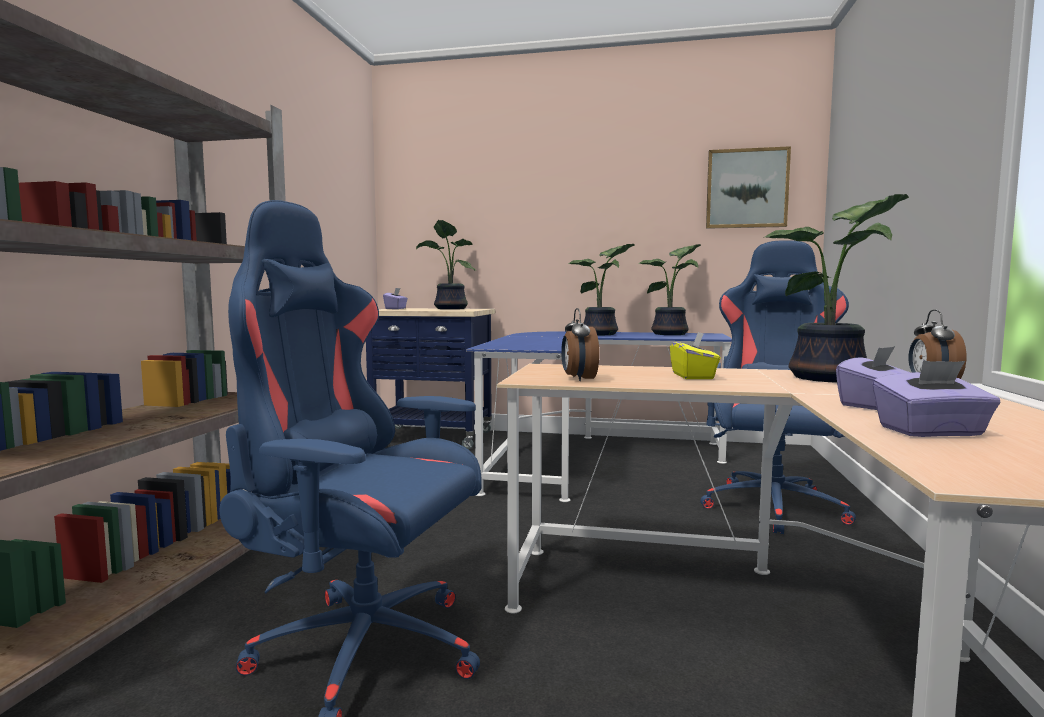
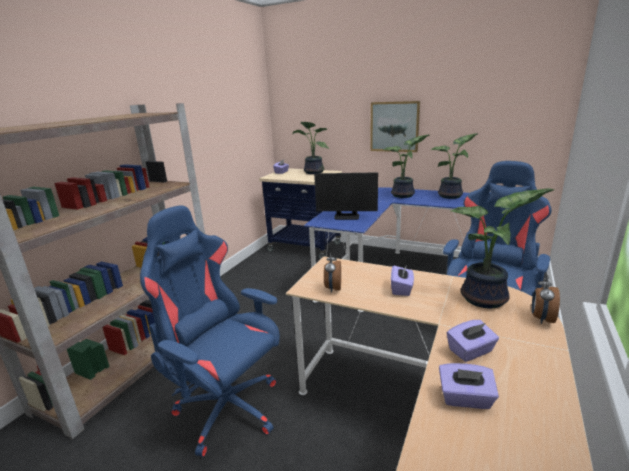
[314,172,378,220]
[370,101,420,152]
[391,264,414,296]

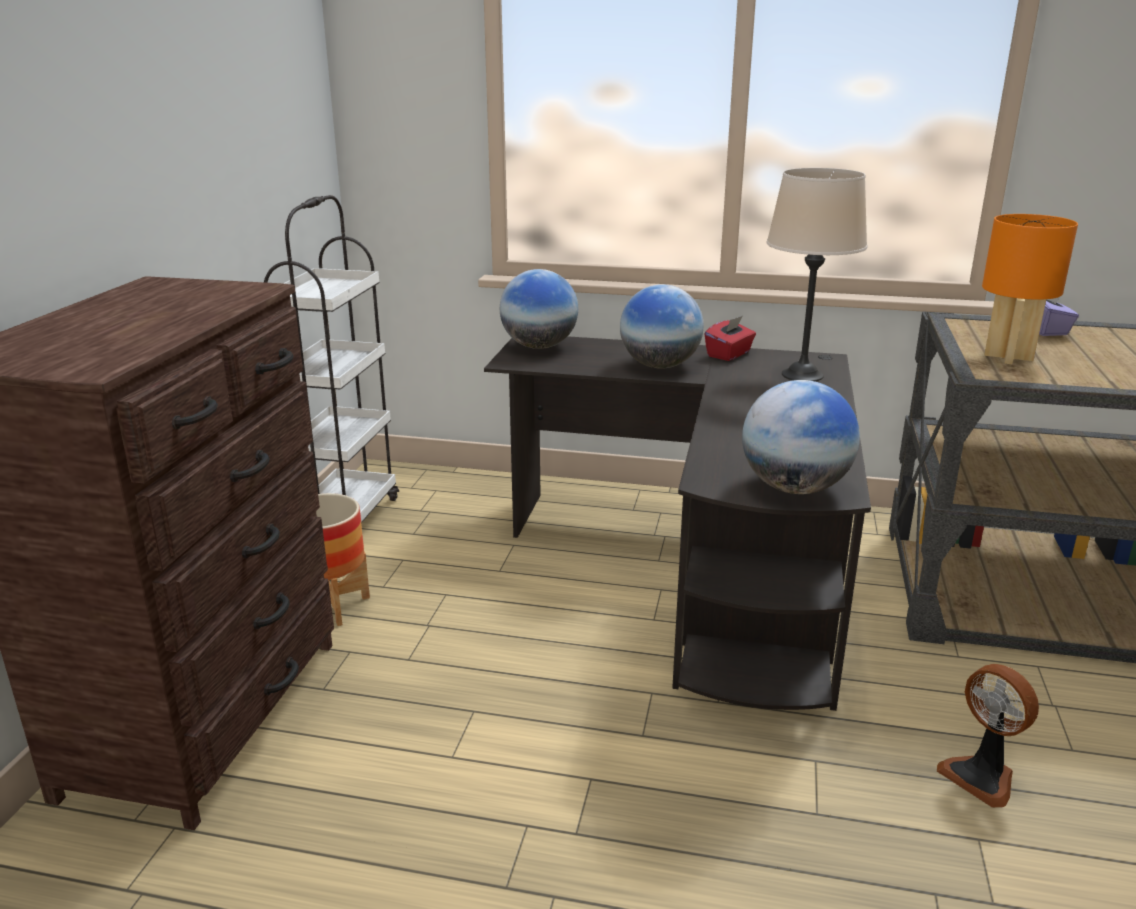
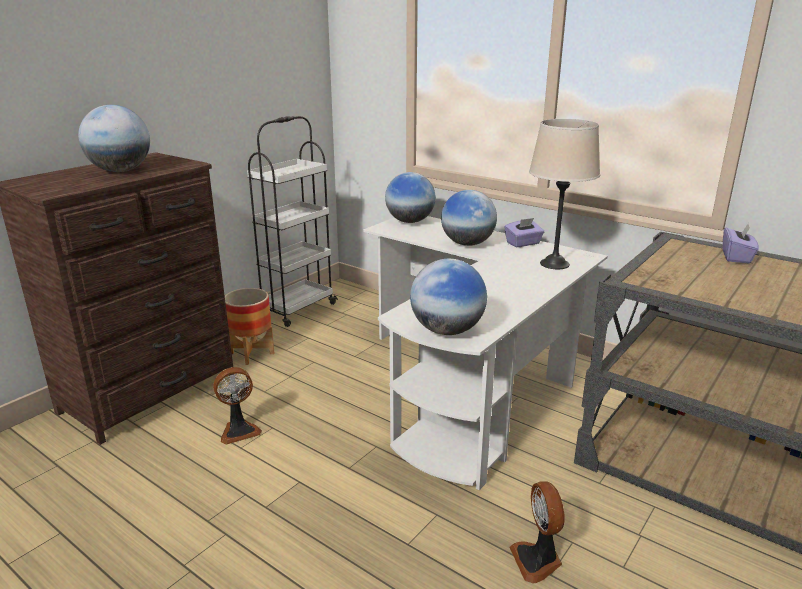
[78,105,150,172]
[213,367,262,445]
[363,216,608,490]
[504,218,544,247]
[982,214,1078,364] (first image)

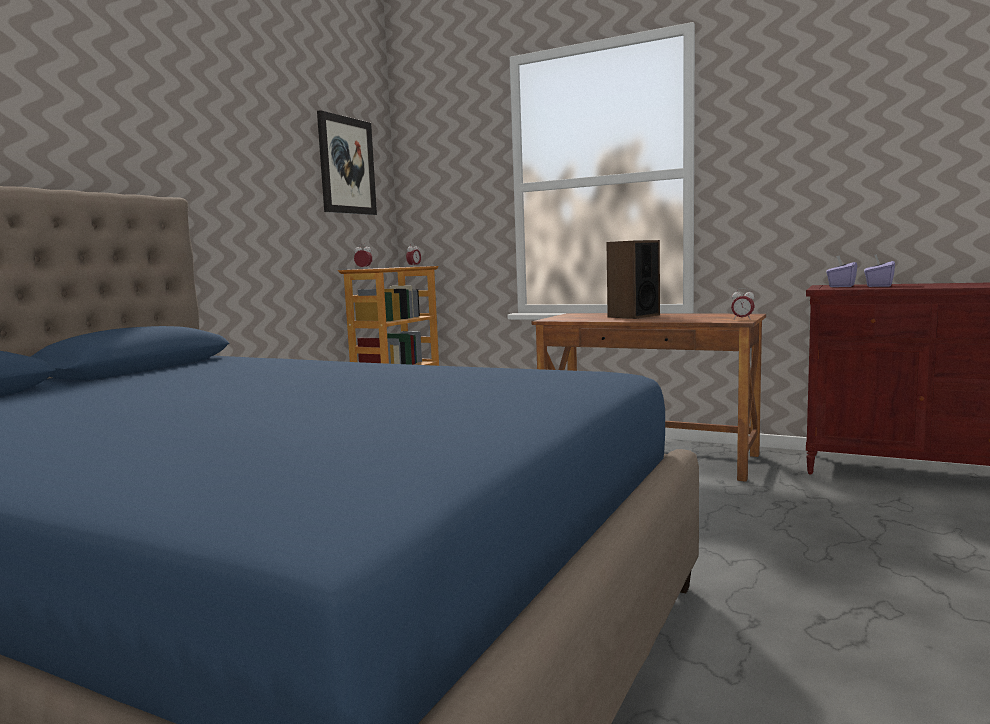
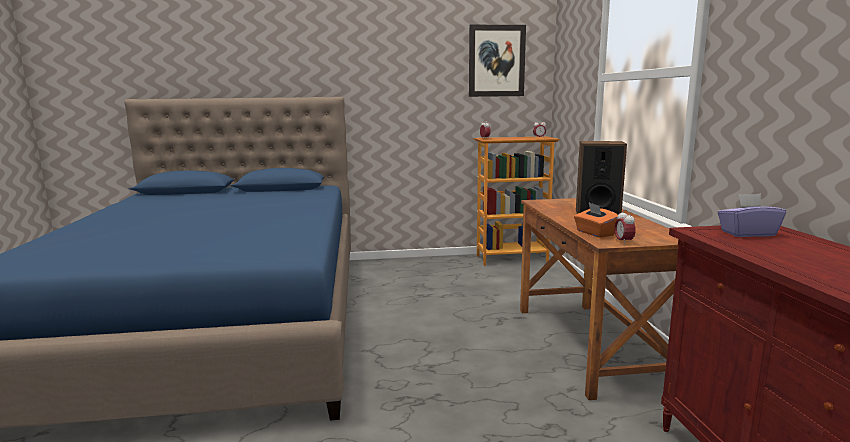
[574,202,618,238]
[864,254,895,287] (first image)

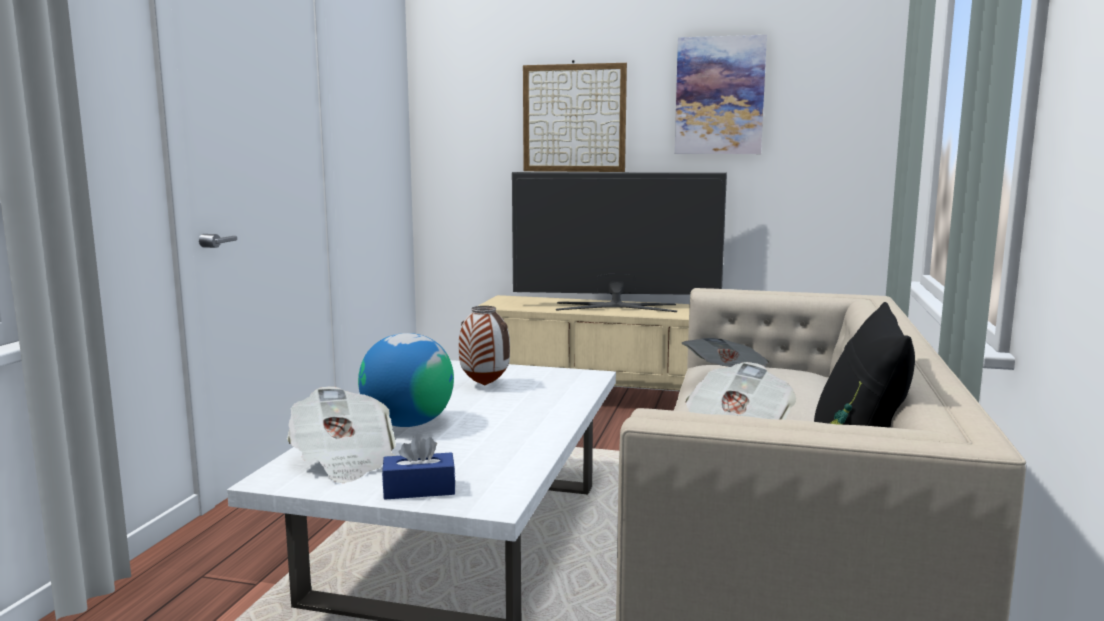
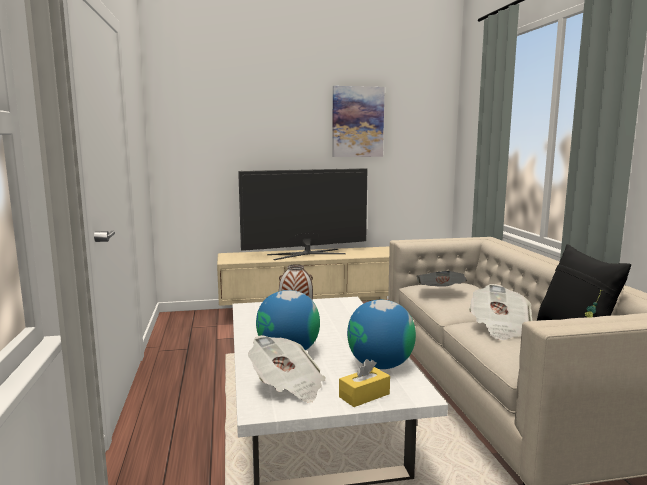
[339,359,390,407]
[347,300,416,369]
[523,60,627,172] (first image)

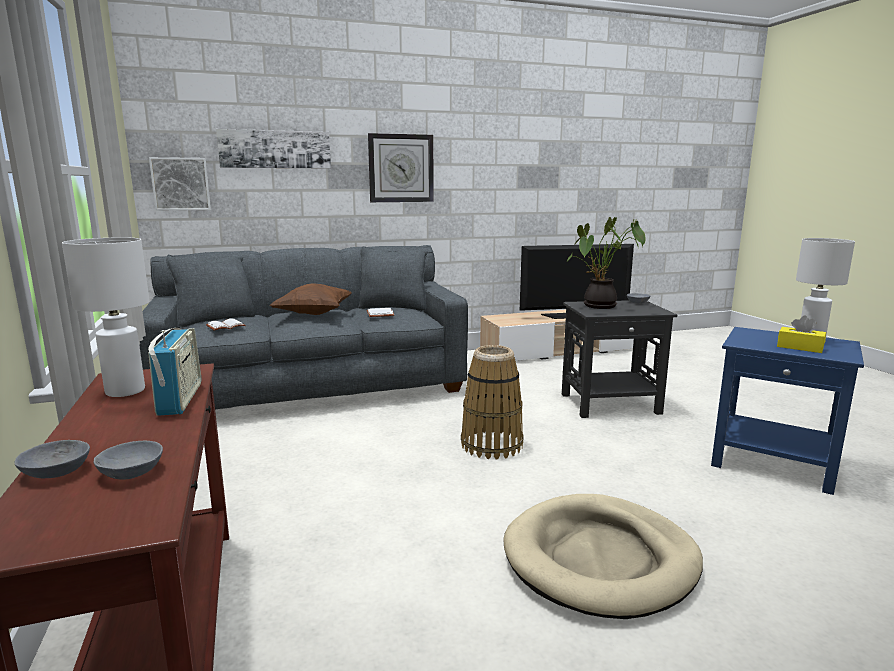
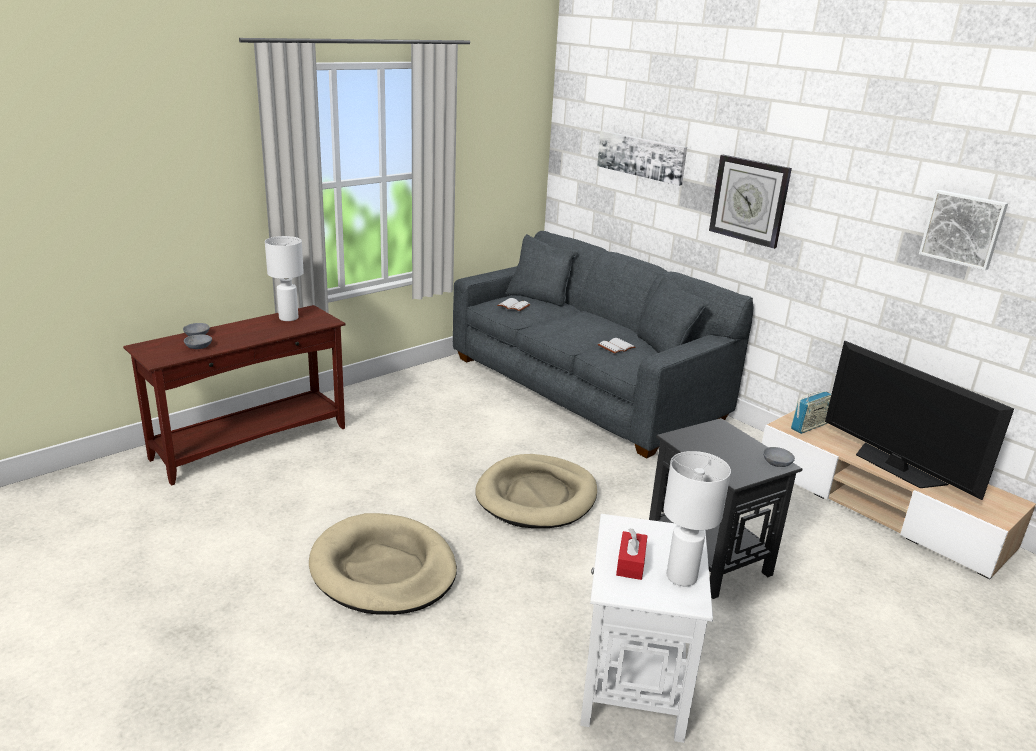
[475,454,597,528]
[580,514,713,743]
[616,528,647,580]
[791,391,831,434]
[919,190,1008,270]
[270,283,352,315] (first image)
[566,217,645,309] (first image)

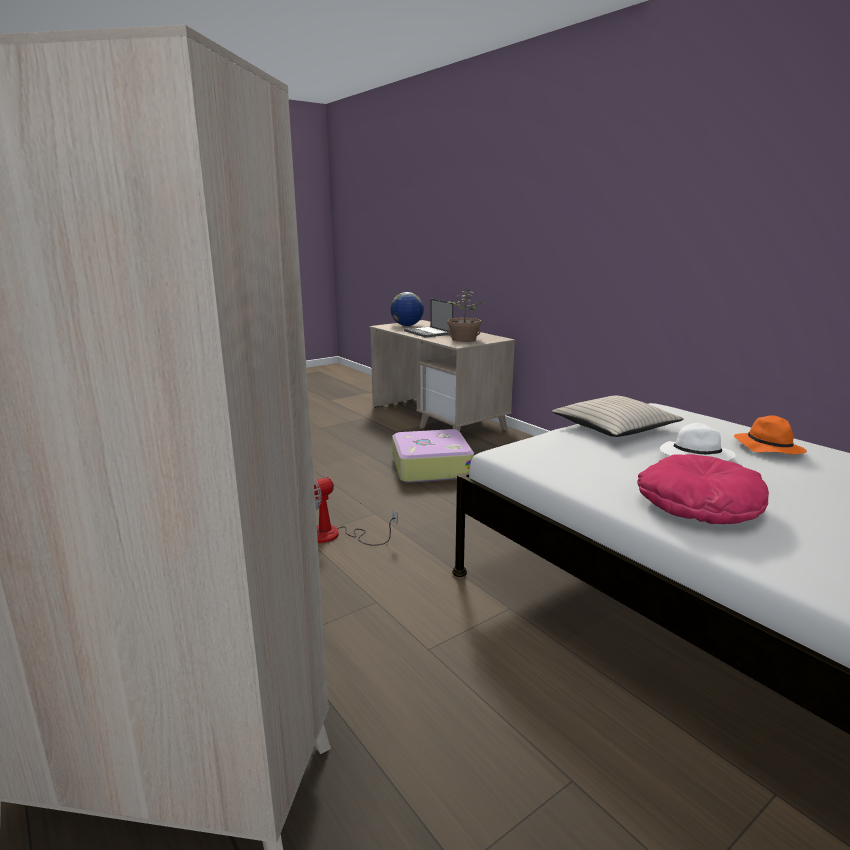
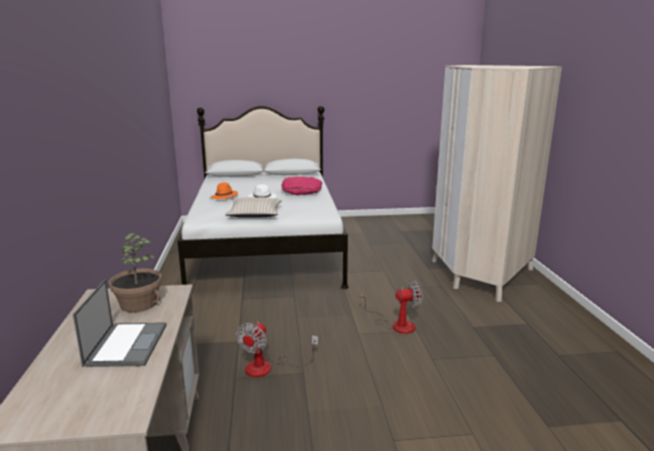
[236,322,318,377]
[391,292,424,326] (first image)

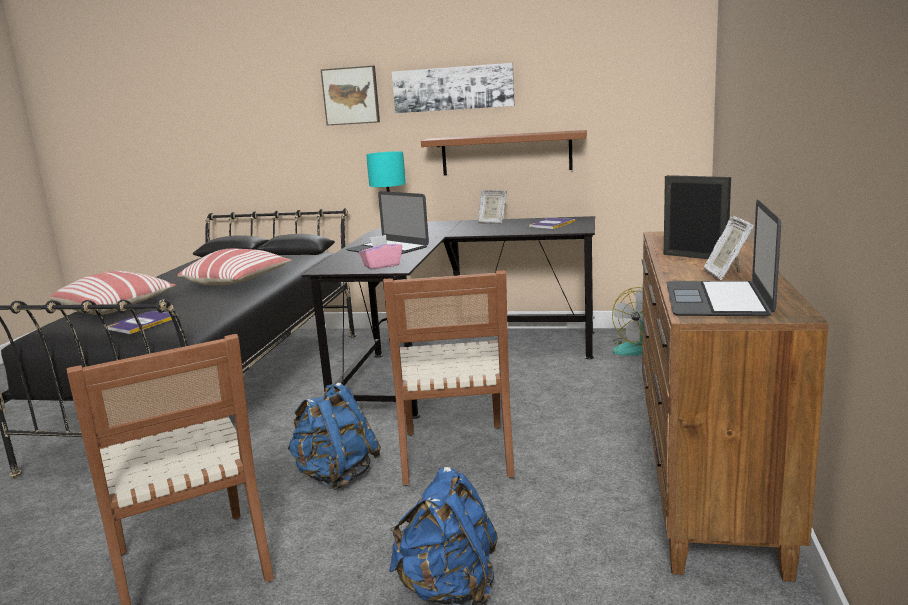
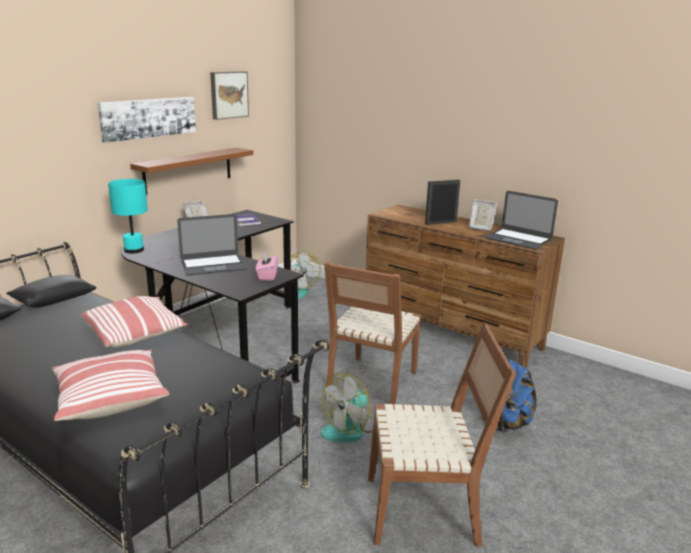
[210,71,249,120]
[320,373,374,442]
[324,262,421,405]
[107,311,178,334] (first image)

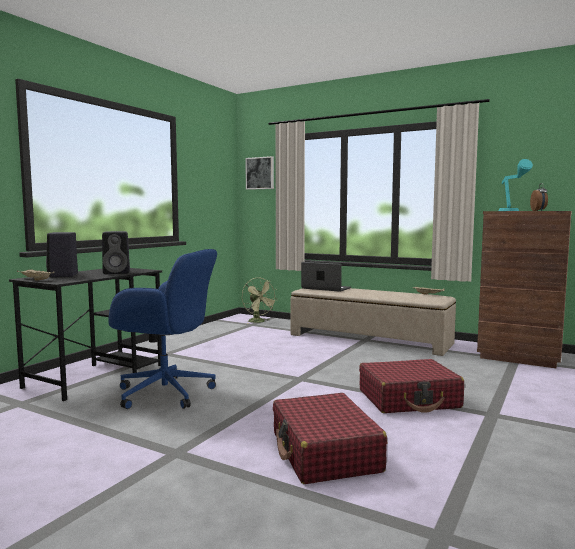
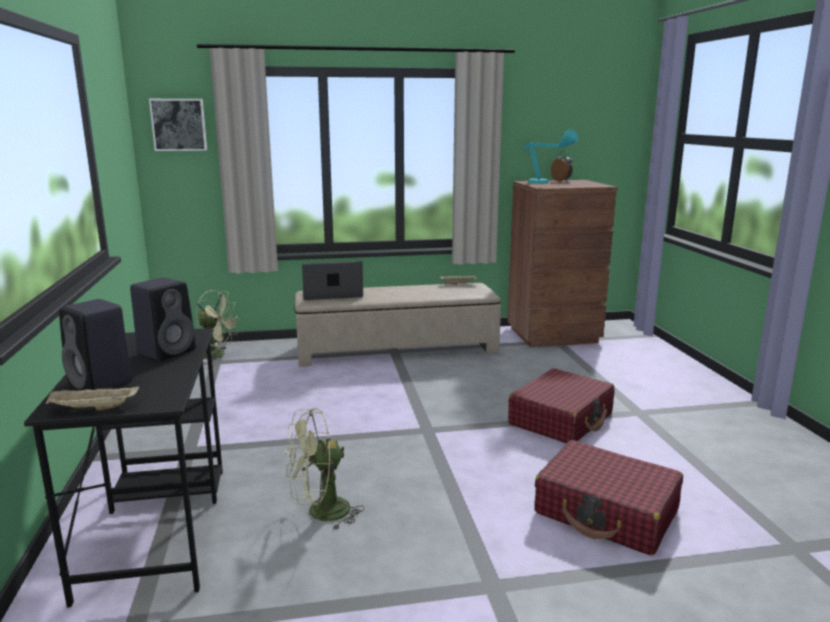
[285,408,365,530]

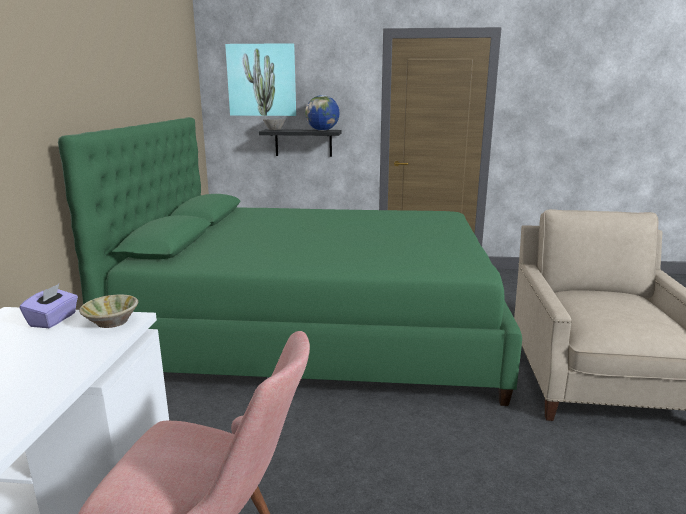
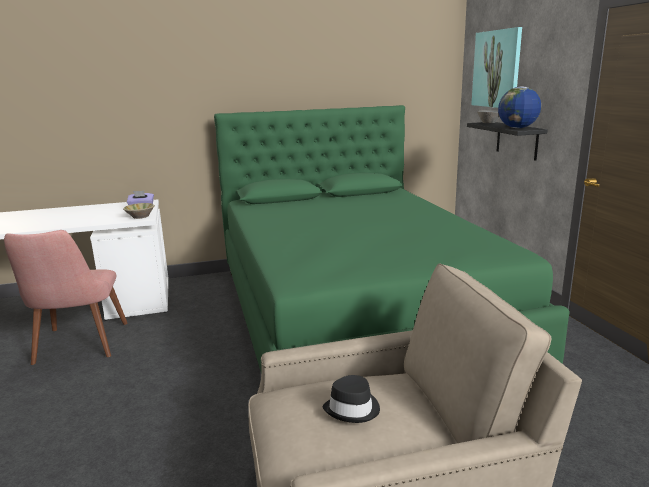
[323,375,380,423]

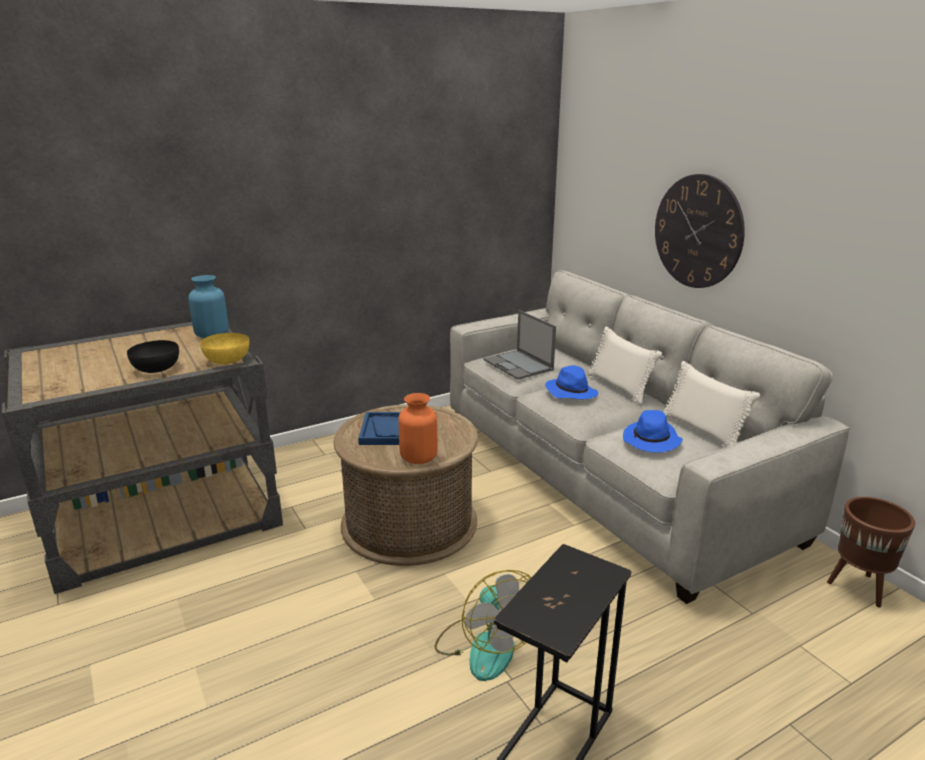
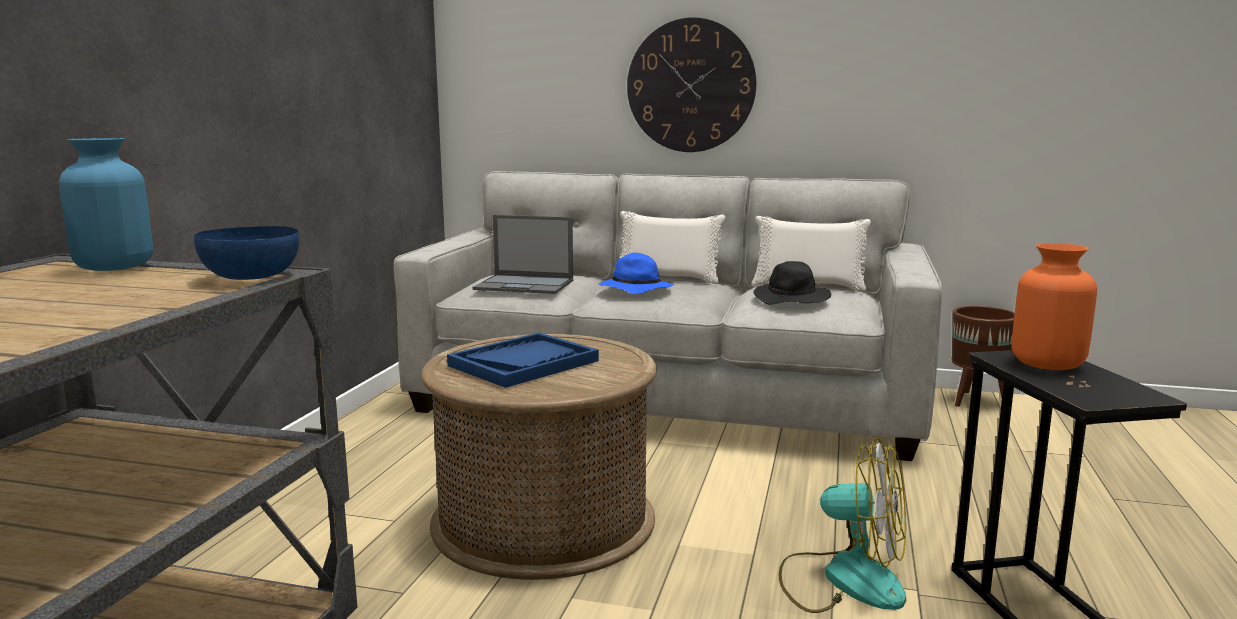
[194,226,299,280]
[753,261,831,304]
[1011,243,1097,370]
[127,340,179,373] (first image)

